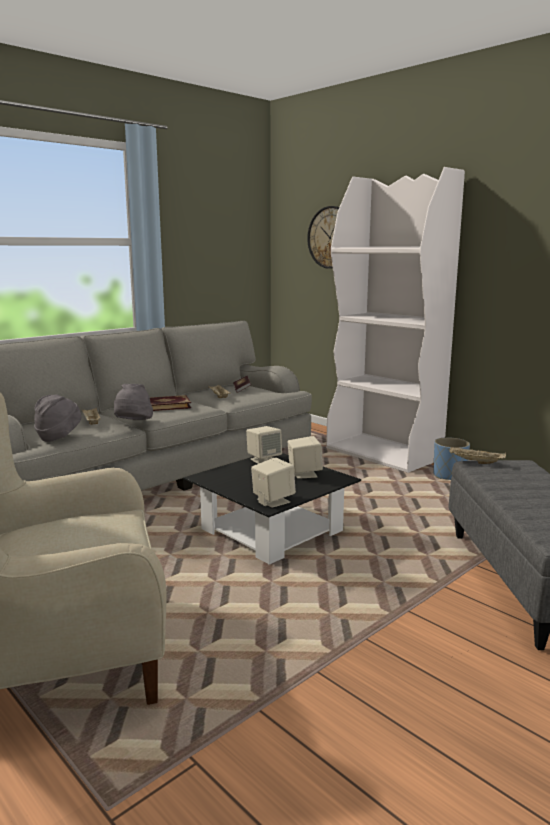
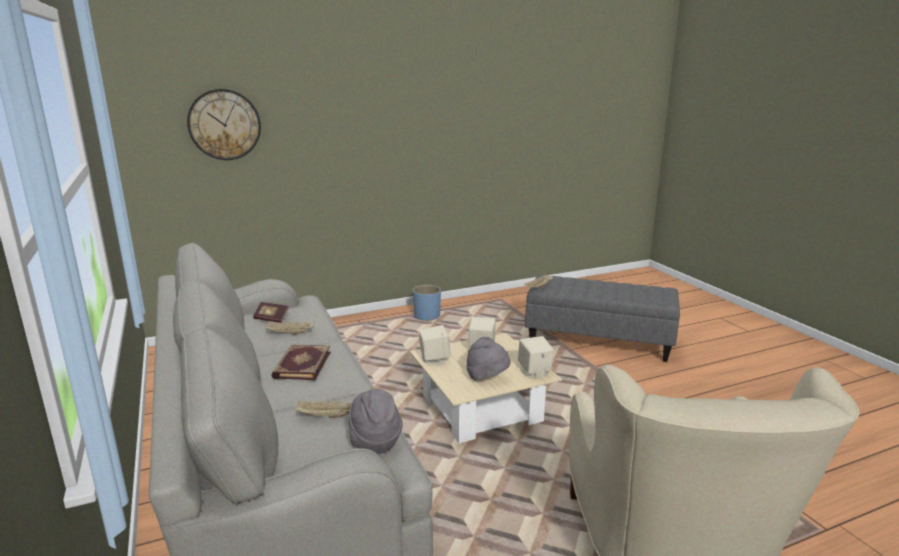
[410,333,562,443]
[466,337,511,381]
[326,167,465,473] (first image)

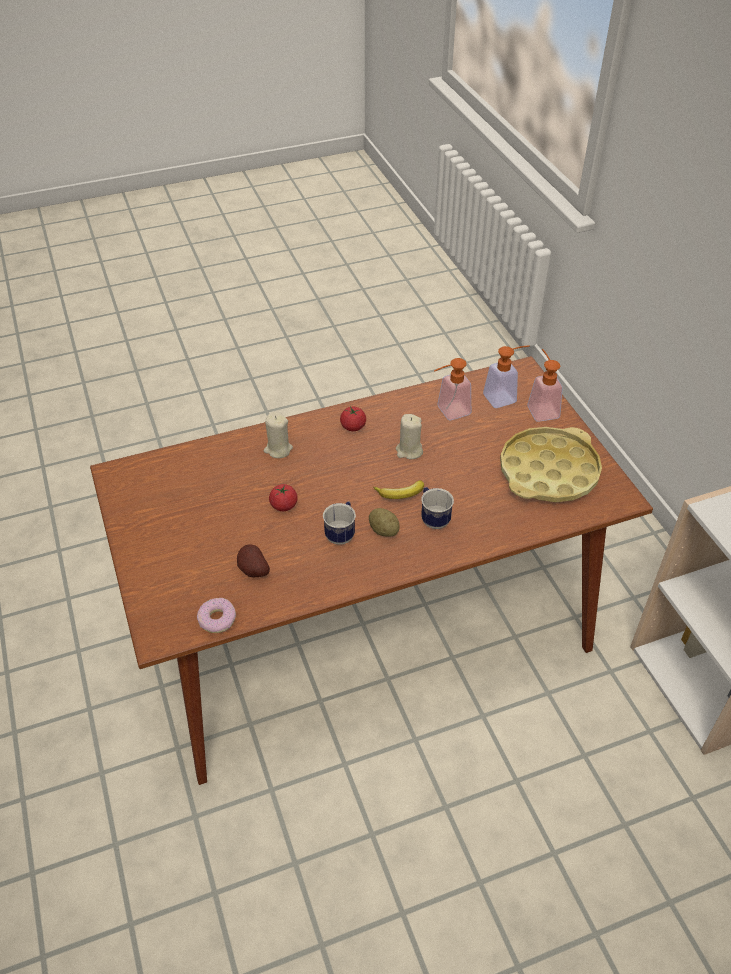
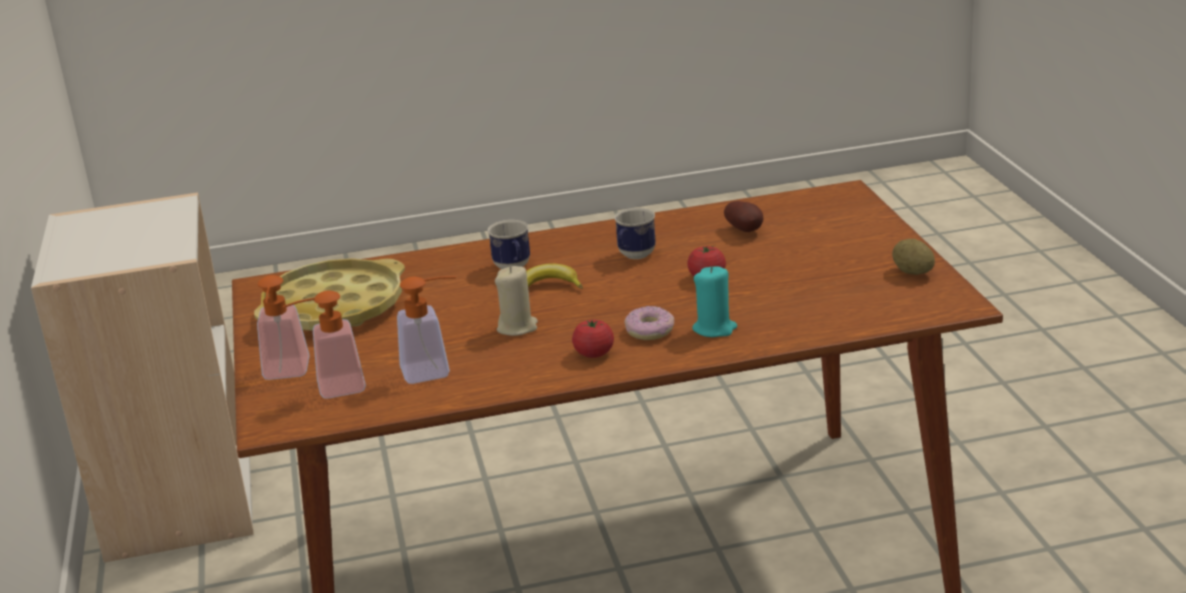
[624,306,674,340]
[692,266,737,337]
[892,239,935,275]

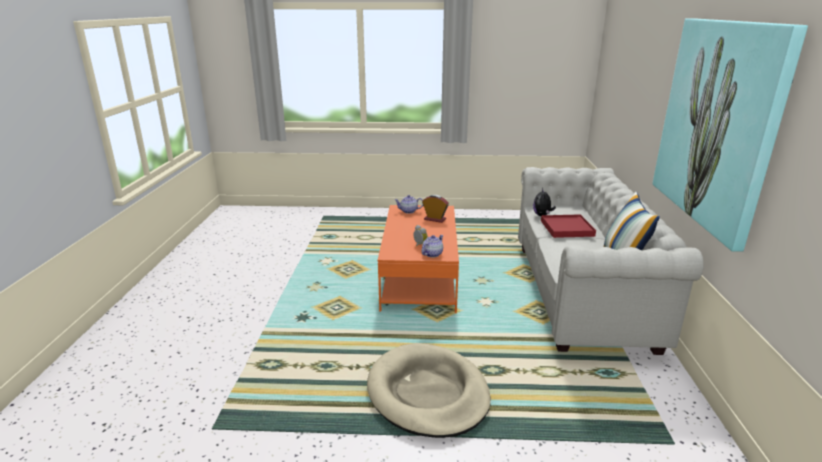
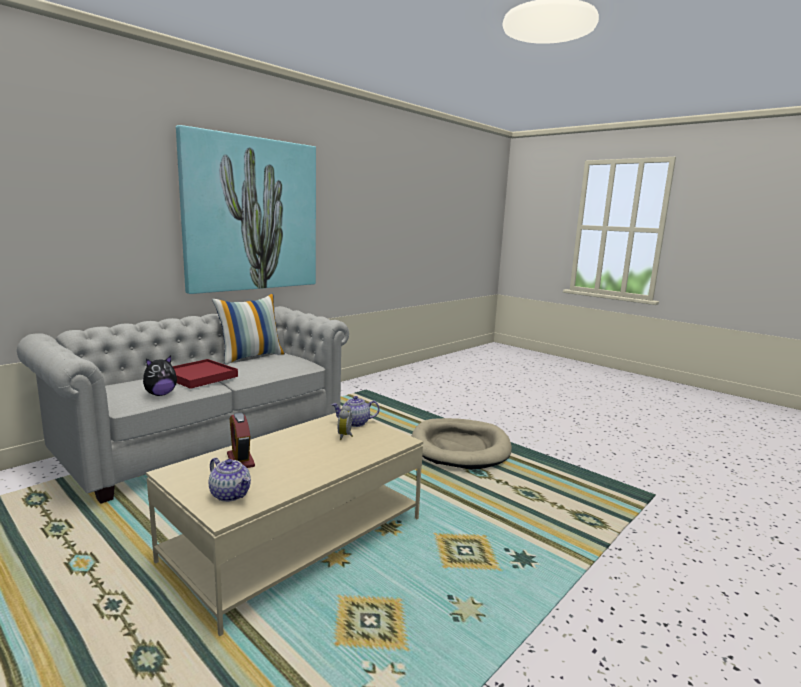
[146,413,423,636]

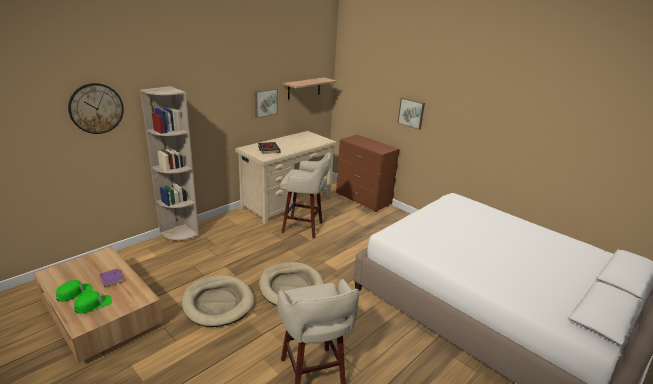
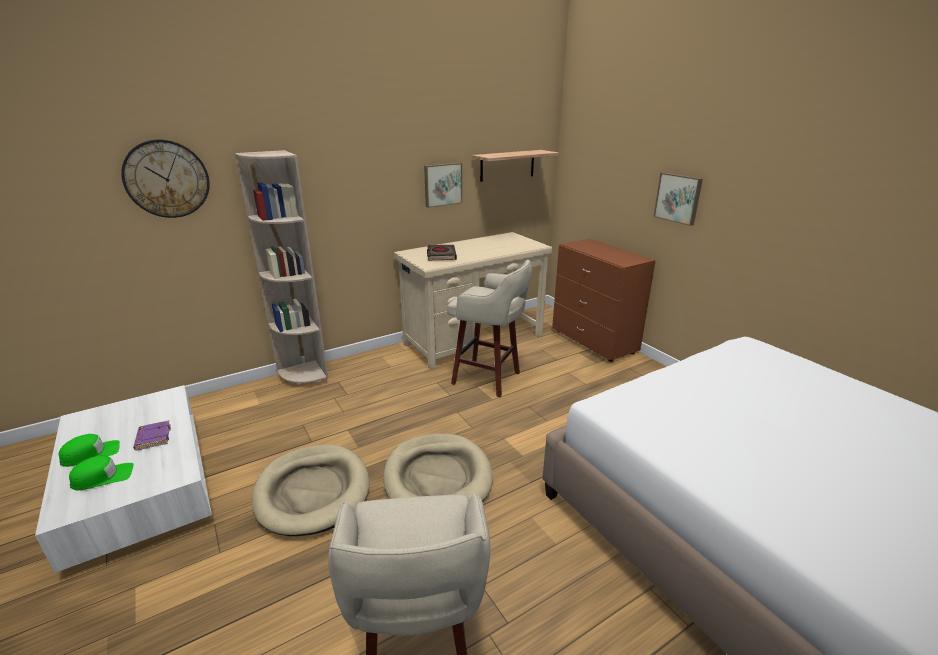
[35,385,212,573]

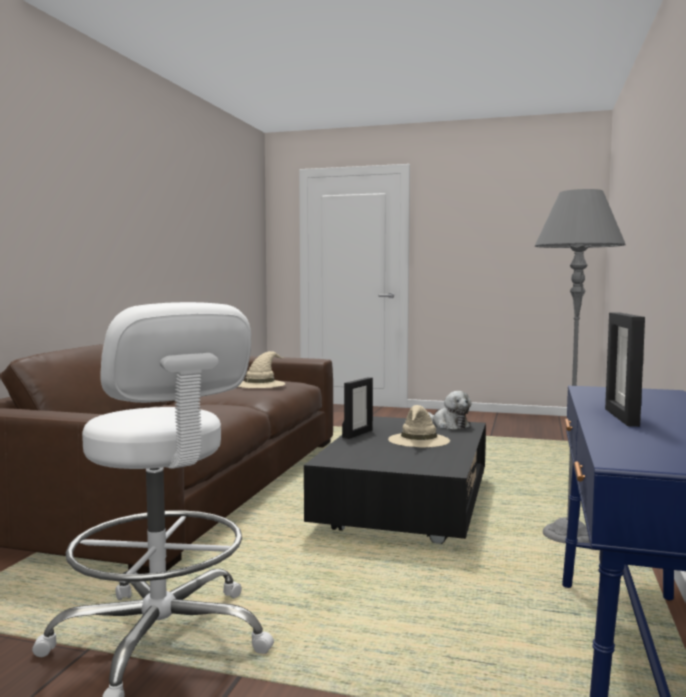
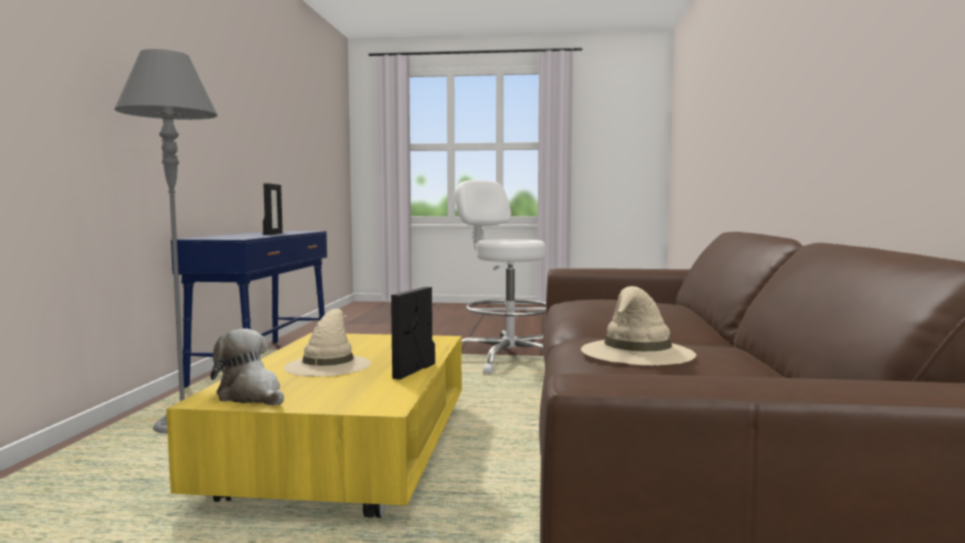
[166,333,462,518]

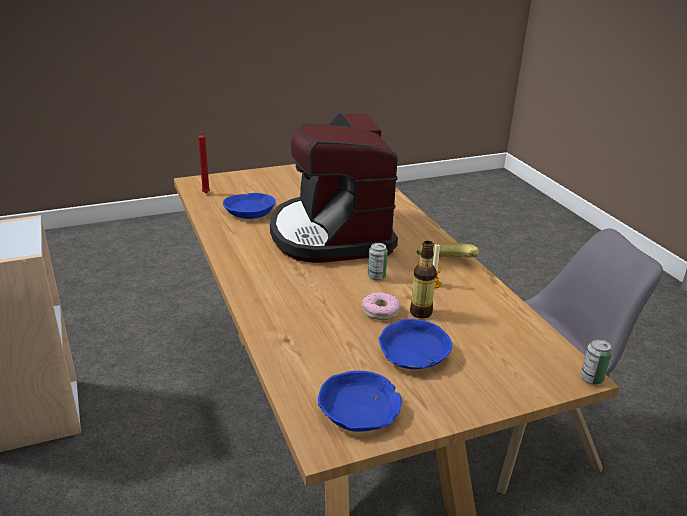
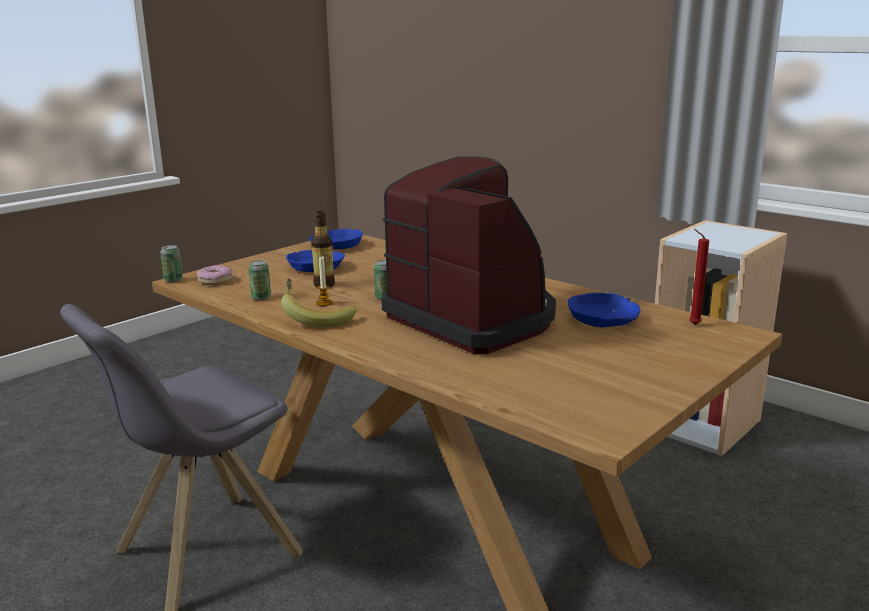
[197,265,233,285]
[249,260,271,300]

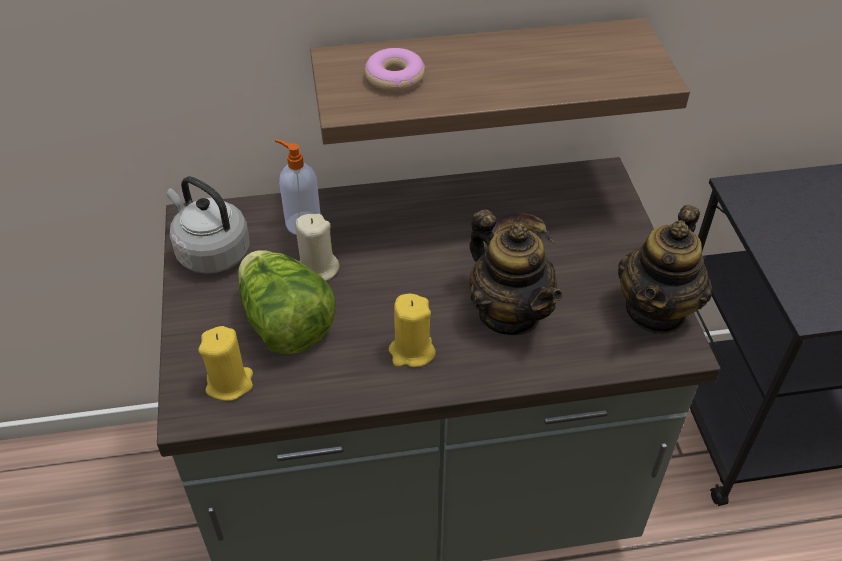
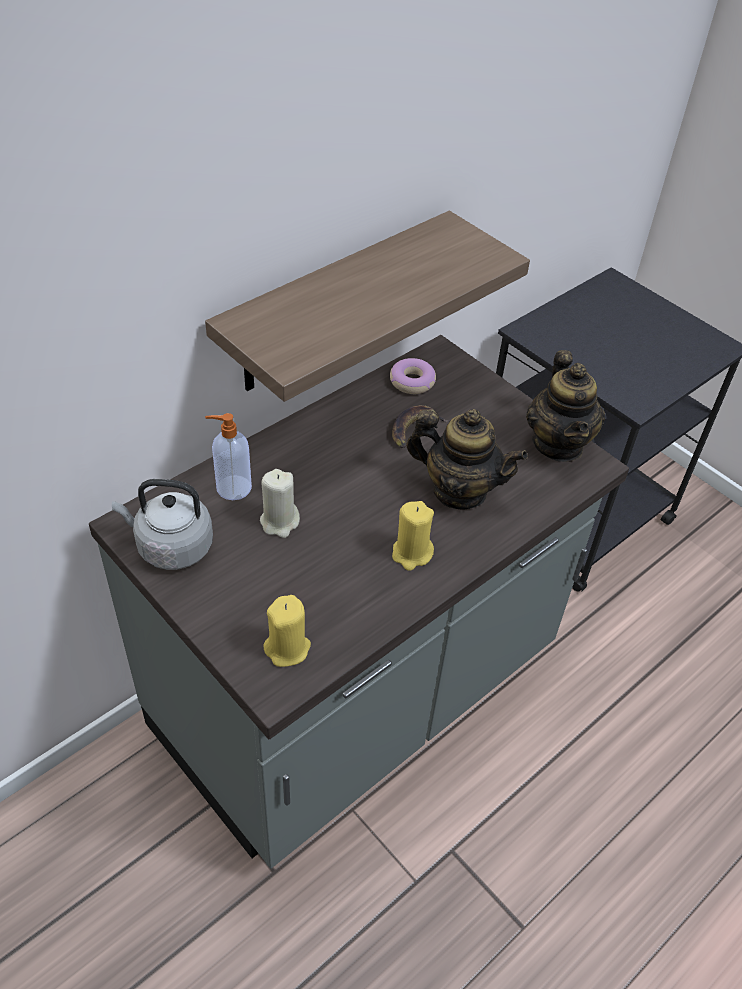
[390,358,436,394]
[238,250,336,354] (first image)

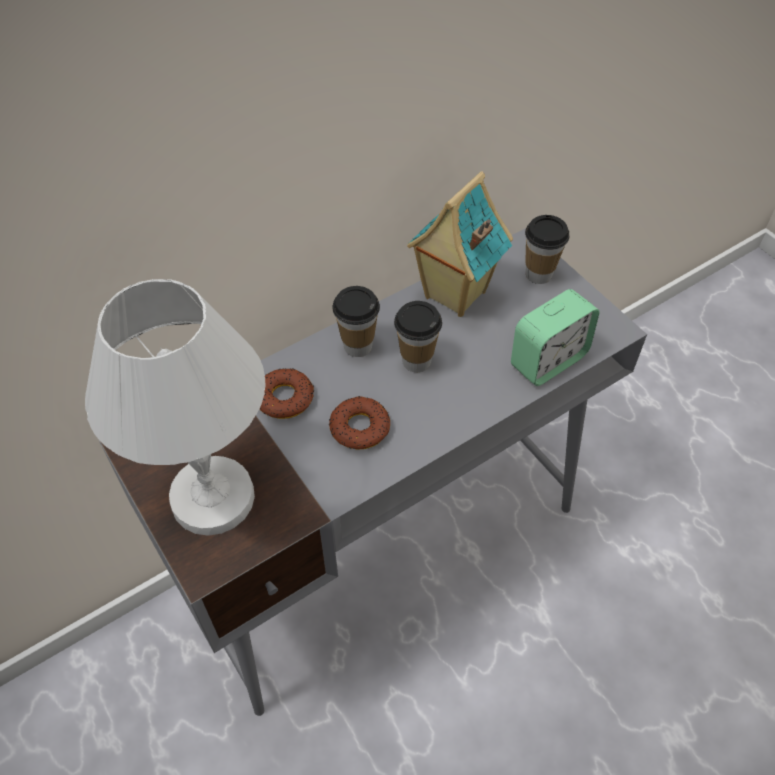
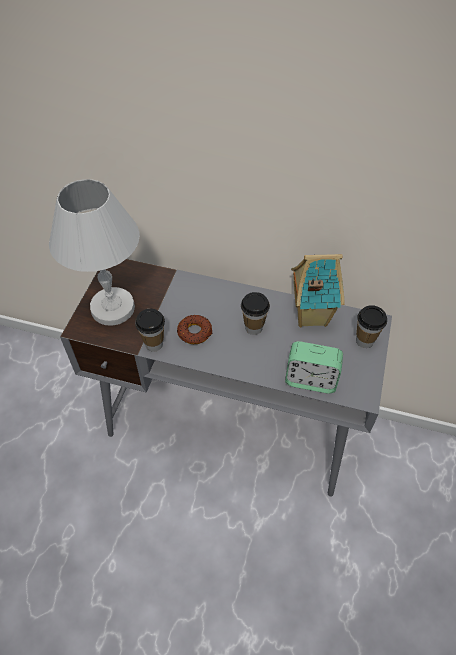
[135,309,165,352]
[260,368,314,419] (first image)

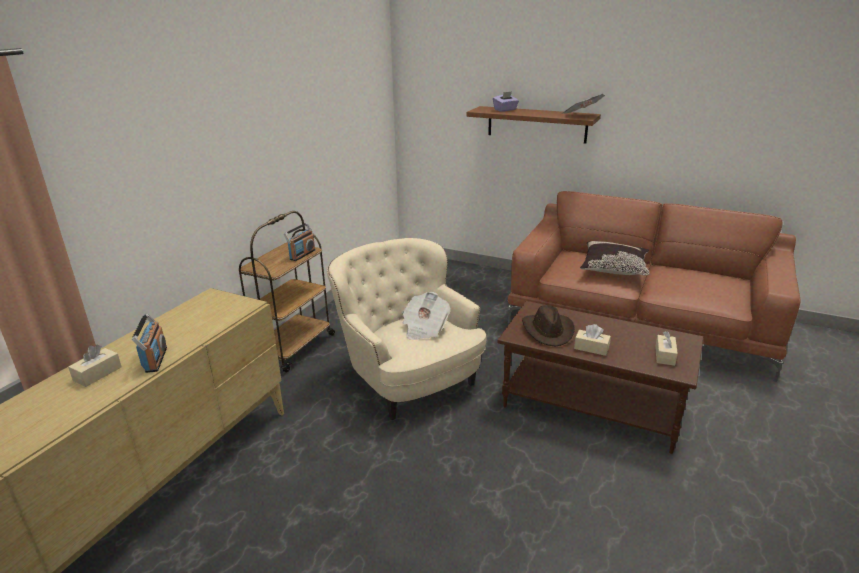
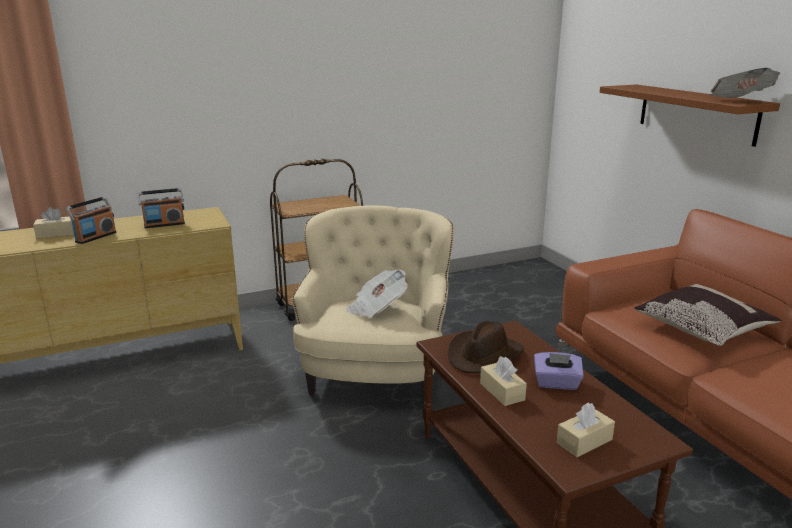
[138,188,185,228]
[534,352,584,390]

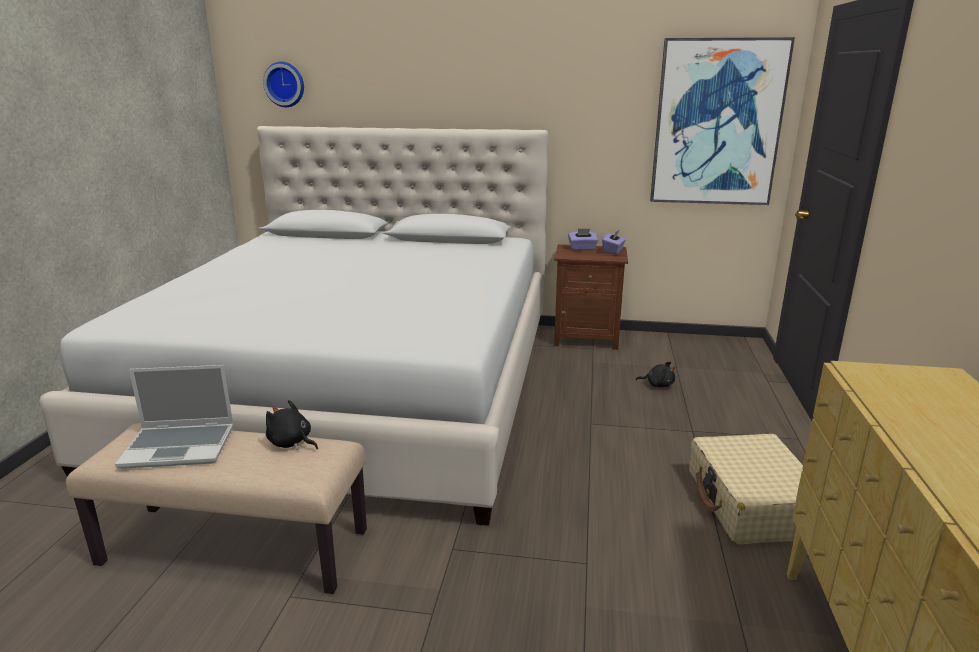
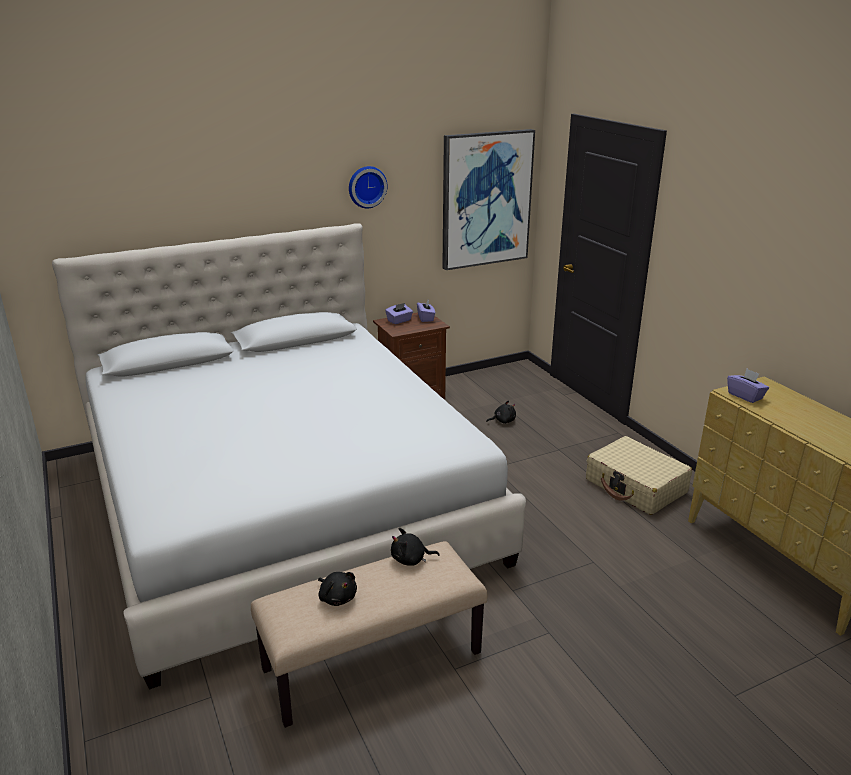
[318,572,357,606]
[349,166,387,208]
[727,369,769,403]

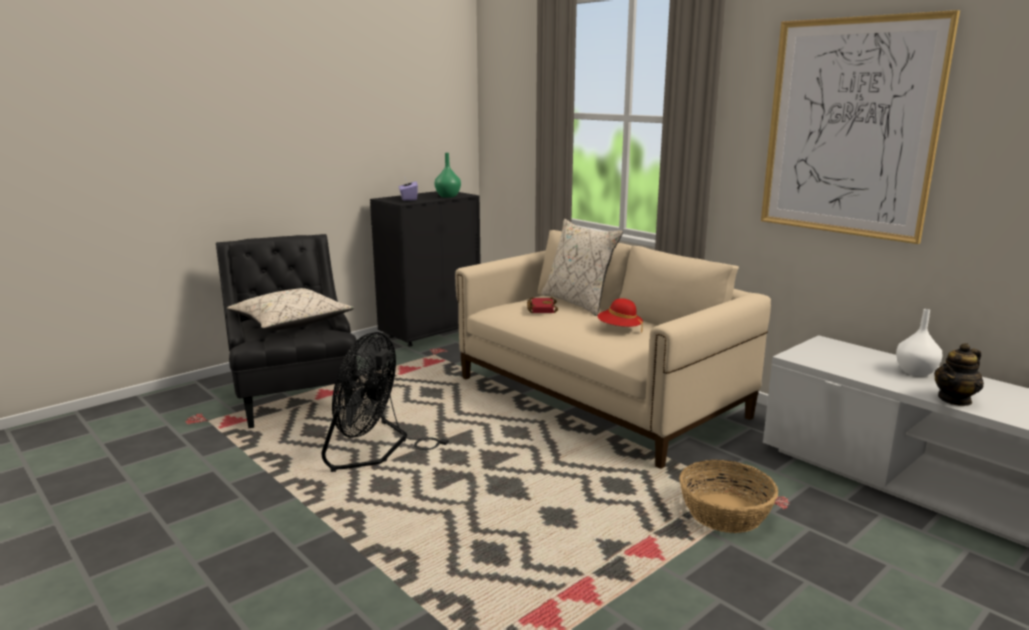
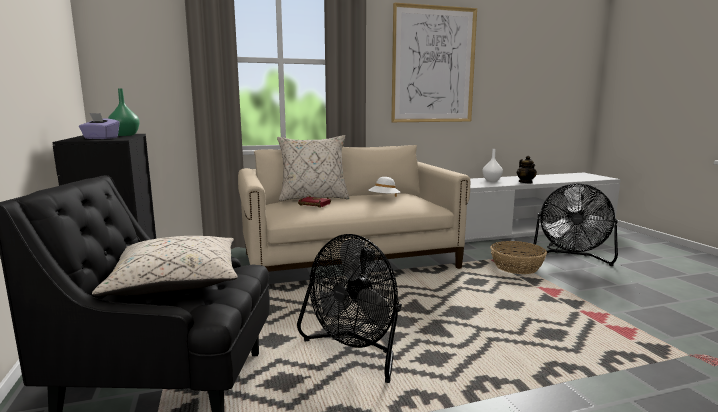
[368,177,400,197]
[534,184,618,266]

